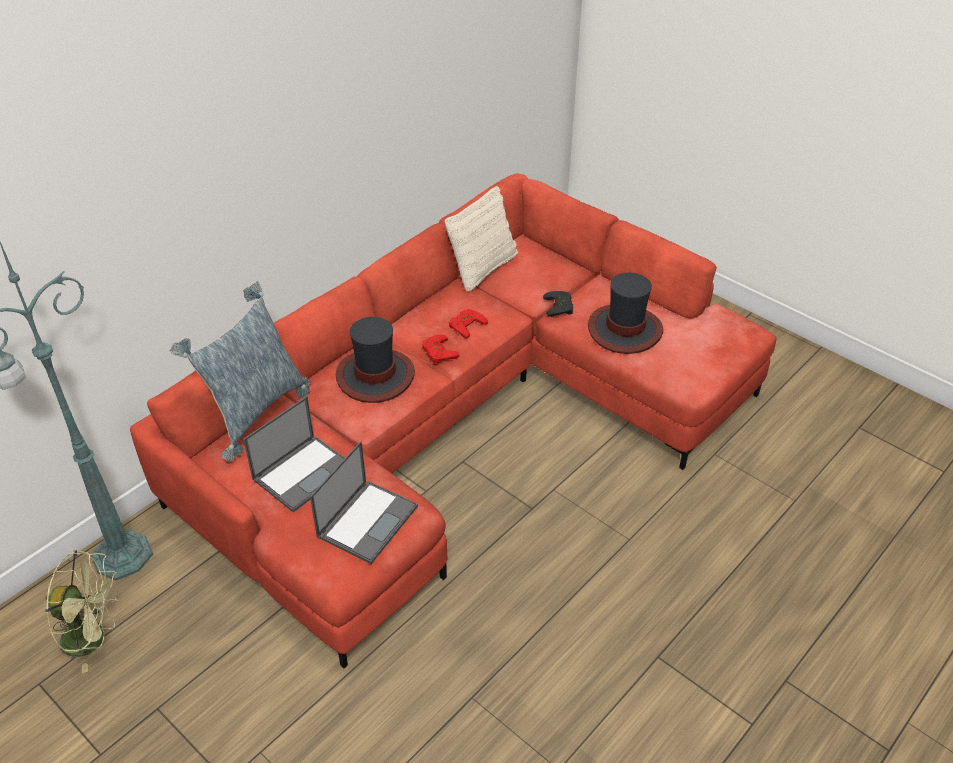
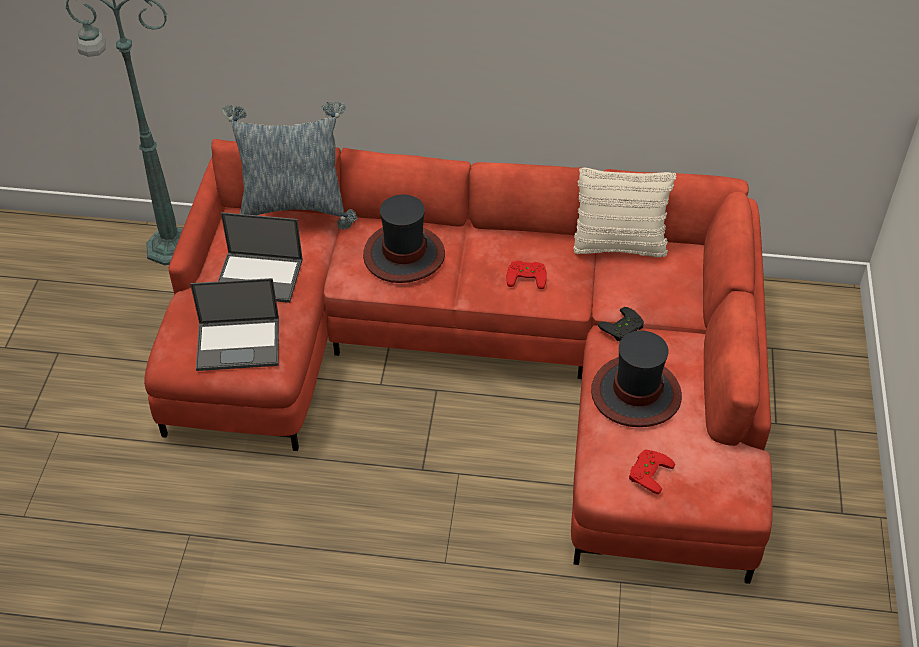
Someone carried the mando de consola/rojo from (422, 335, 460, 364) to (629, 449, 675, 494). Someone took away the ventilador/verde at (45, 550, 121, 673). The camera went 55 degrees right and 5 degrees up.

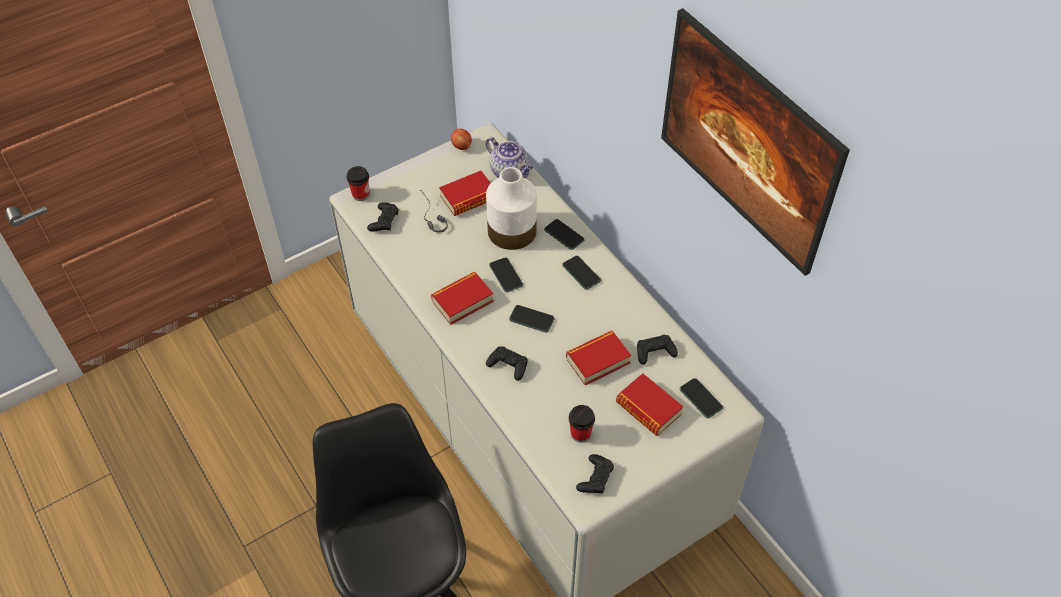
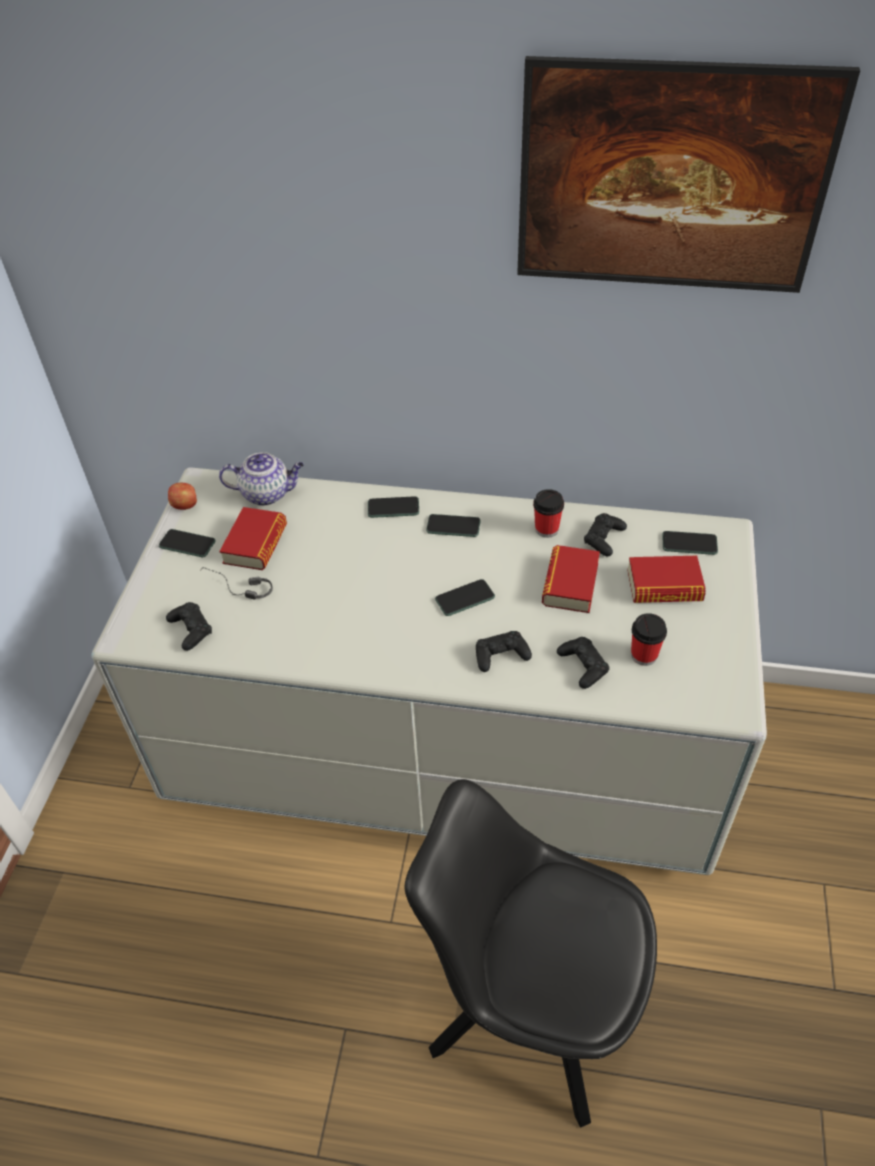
Someone carried the móvil from (489, 257, 523, 292) to (159, 529, 216, 557). Someone carried the taza from (347, 166, 370, 201) to (533, 489, 564, 538). Someone carried the mando de consola/negro from (576, 454, 614, 494) to (557, 637, 610, 689). Someone took away the libro at (431, 272, 494, 325). Someone took away the florero/blanco at (486, 167, 537, 250). The camera went 45 degrees left and 5 degrees down.

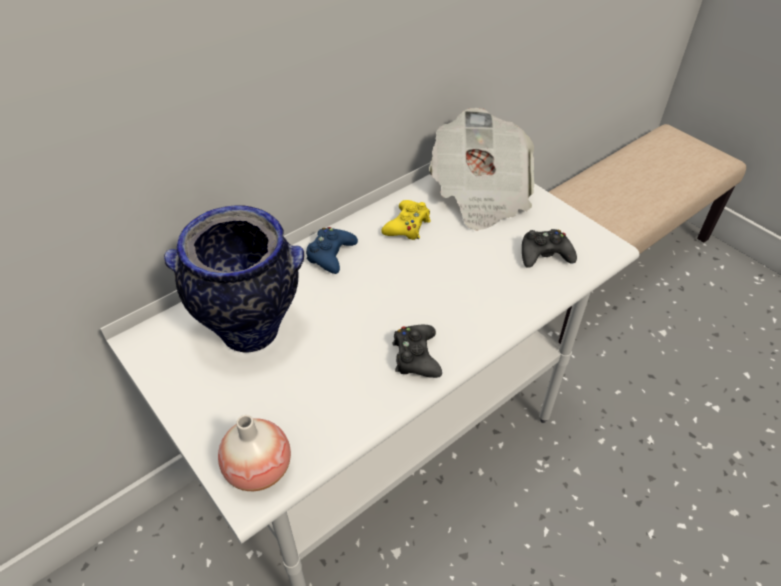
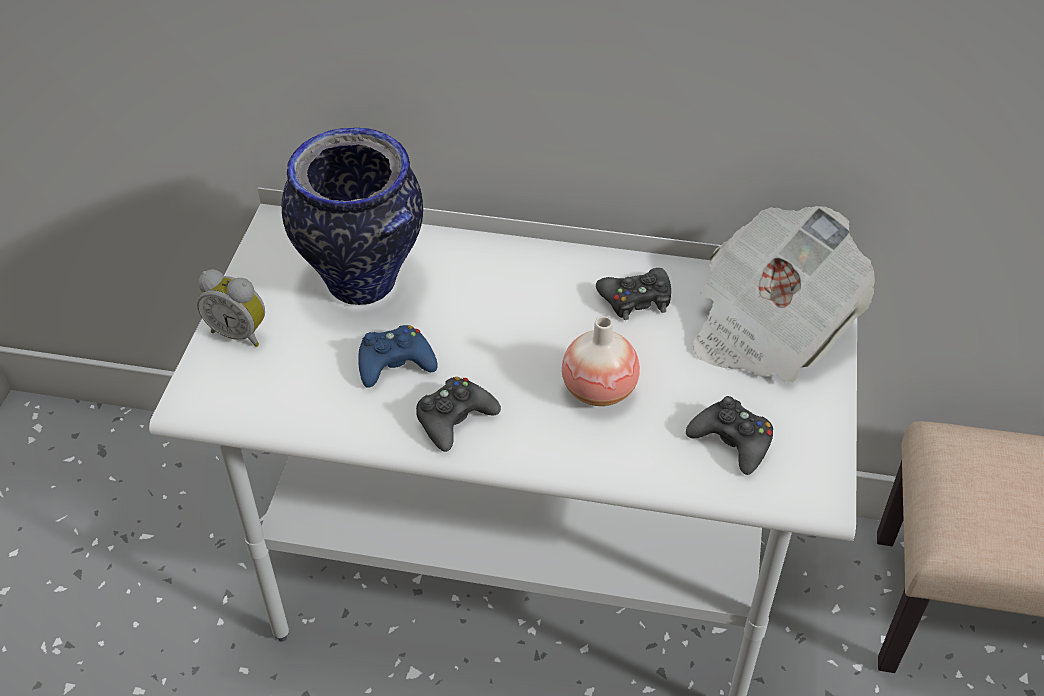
Someone put down the despertador at (197, 269, 265, 347). Someone carried the mando de consola/azul from (306, 227, 358, 274) to (358, 325, 438, 388). Someone carried the florero from (218, 415, 291, 491) to (562, 316, 640, 406). Someone repainted the mando de consola/amarillo at (381, 200, 431, 240), which became the mando de consola/negro at (596, 268, 671, 320). The camera went 50 degrees right and 0 degrees up.

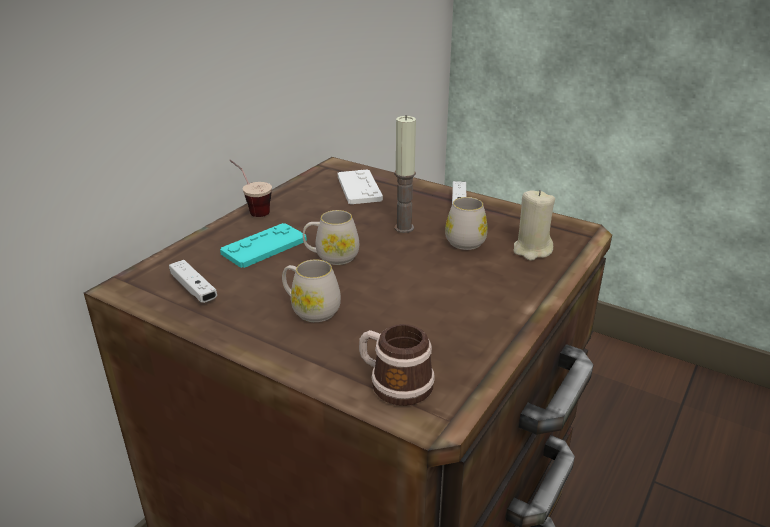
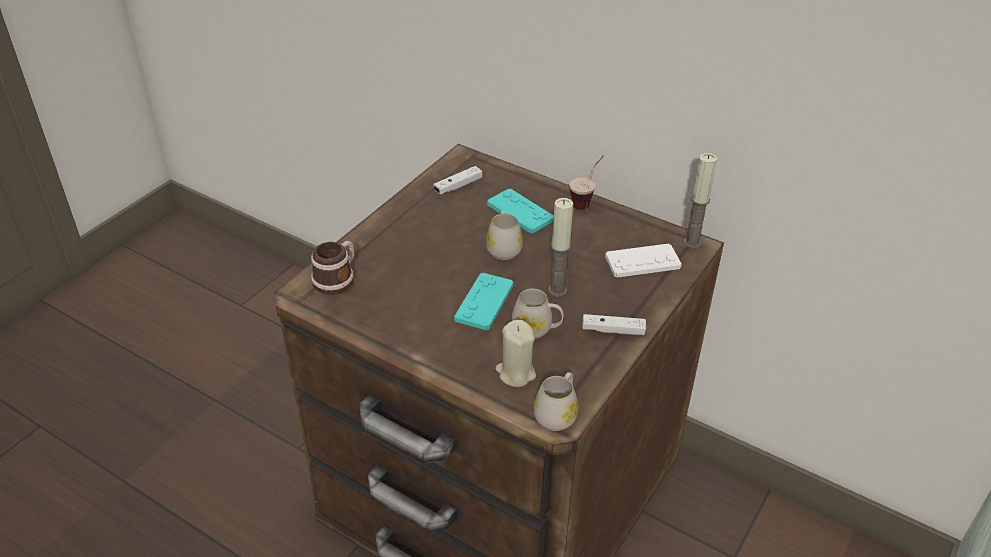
Someone put down the mando de consola/turquesa at (454, 273, 514, 330). Someone carried the taza grande/blanco from (282, 259, 341, 322) to (533, 372, 578, 431). Someone put down the vela at (684, 153, 717, 248). The camera went 90 degrees right and 10 degrees up.

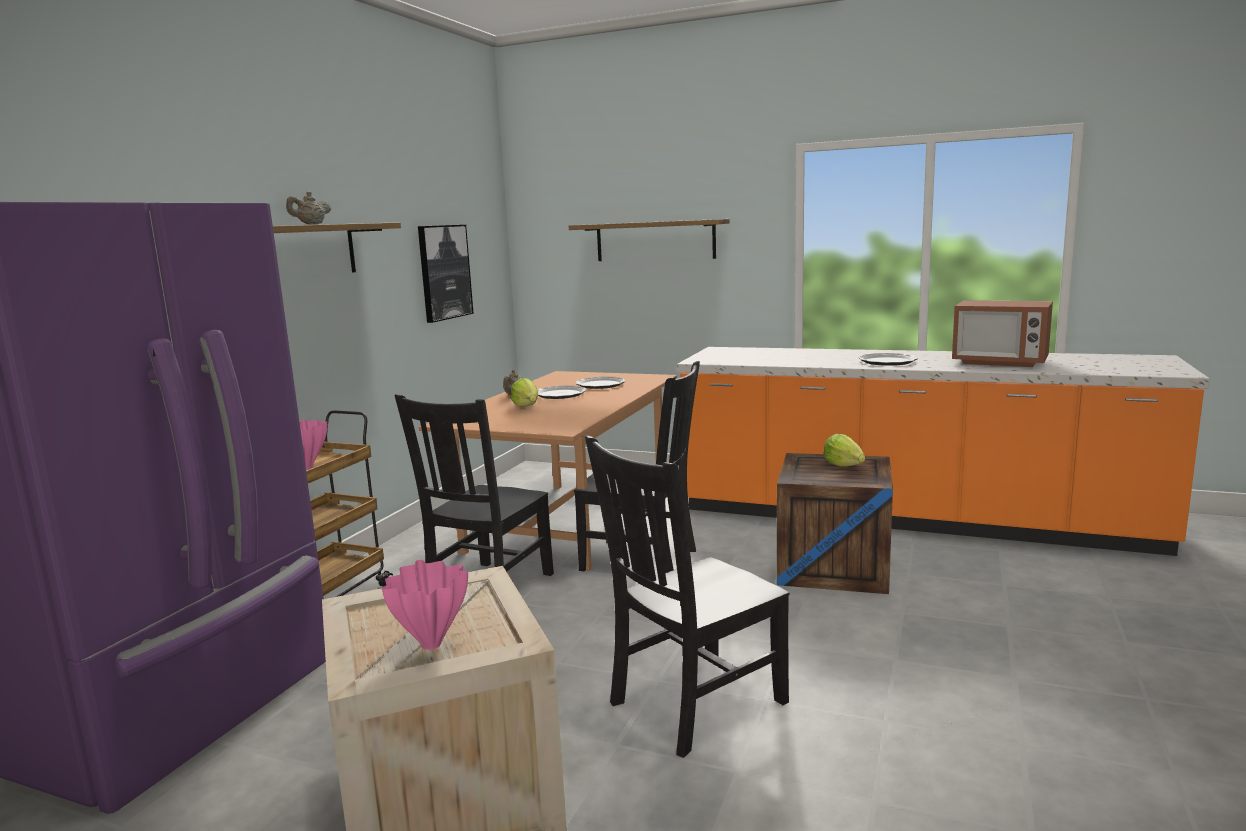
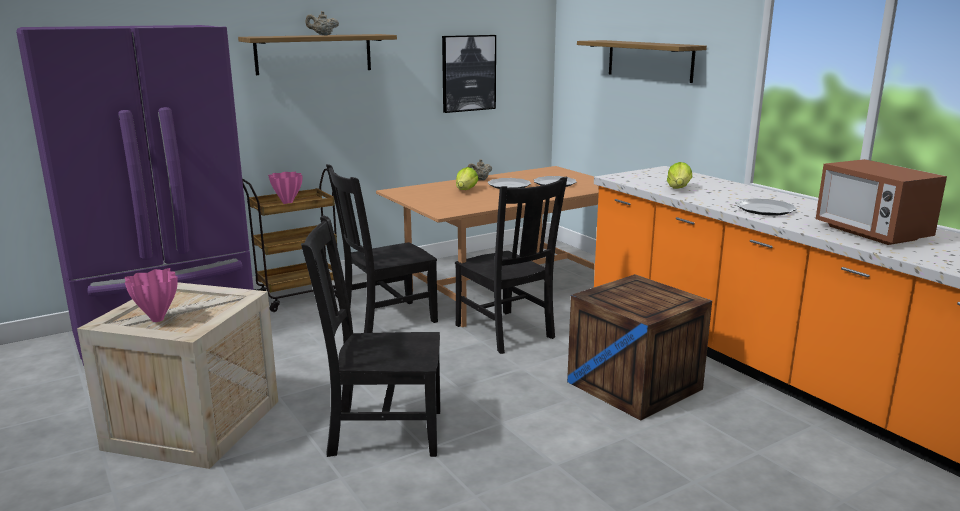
Someone carried the lechuga from (823, 434, 865, 467) to (667, 162, 692, 188). The camera went 35 degrees right and 5 degrees up.

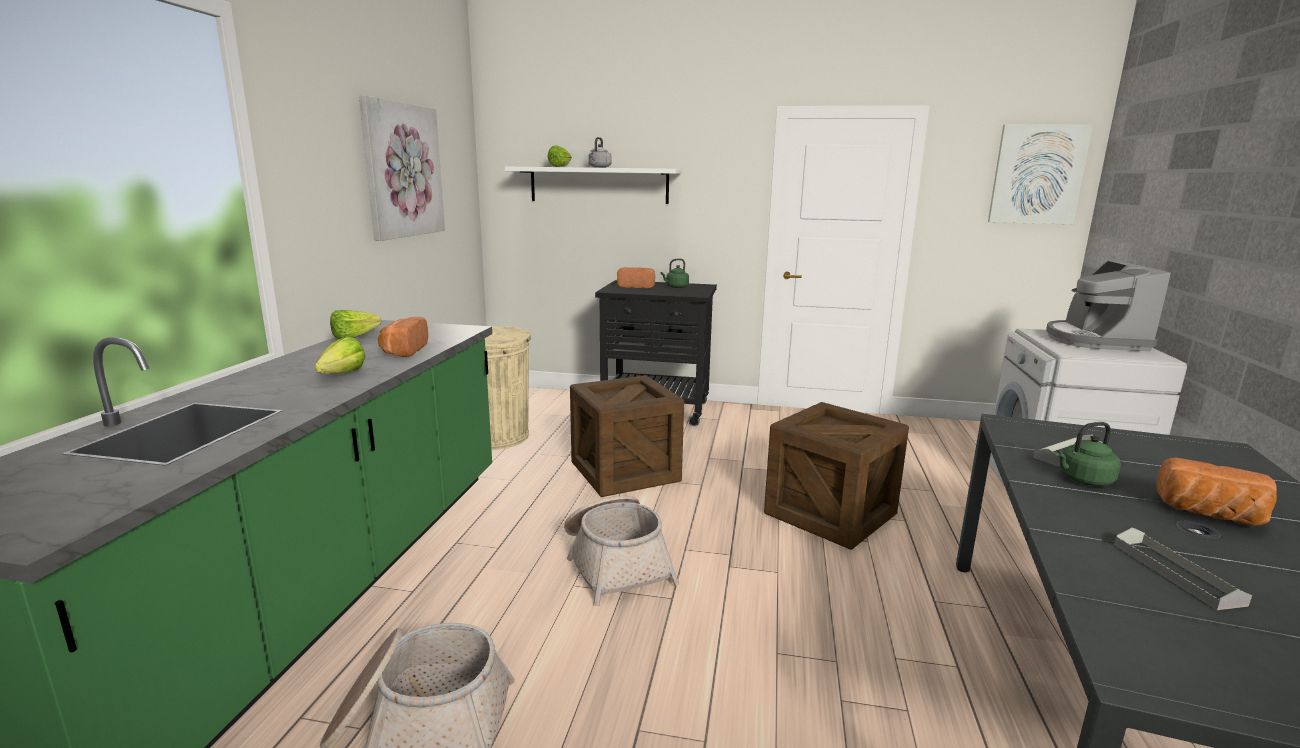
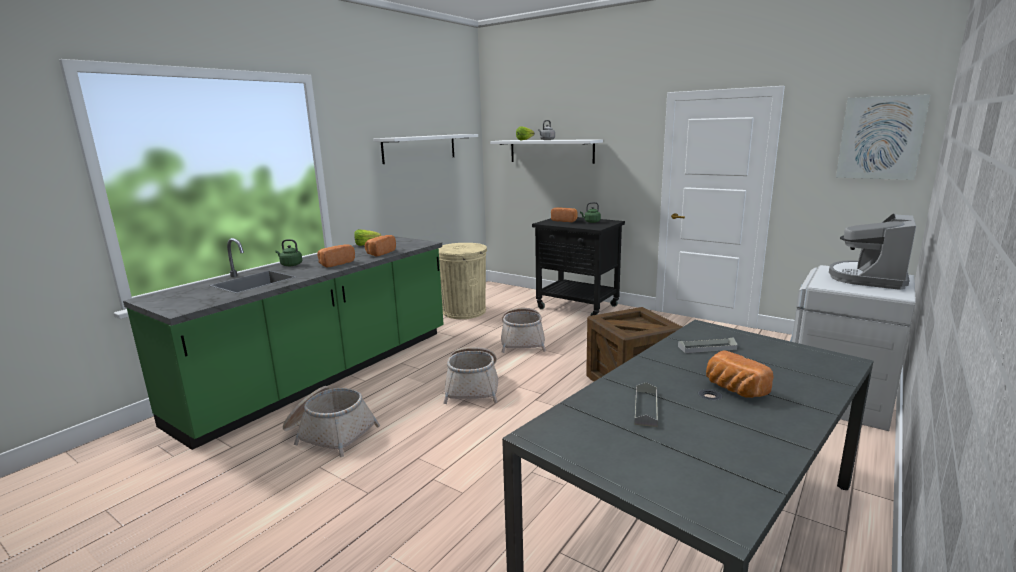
Someone carried the hervidor/verde from (1055, 422, 1121, 486) to (275, 239, 302, 266). Someone swapped the lechuga at (315, 336, 365, 374) for the pan at (317, 244, 355, 268). Someone swapped the cuadro at (359, 95, 445, 241) for the estante/blanco at (373, 134, 478, 164). Someone swapped the caja de embalaje at (570, 375, 684, 497) for the cesta at (501, 308, 546, 353). The camera went 25 degrees right and 0 degrees up.

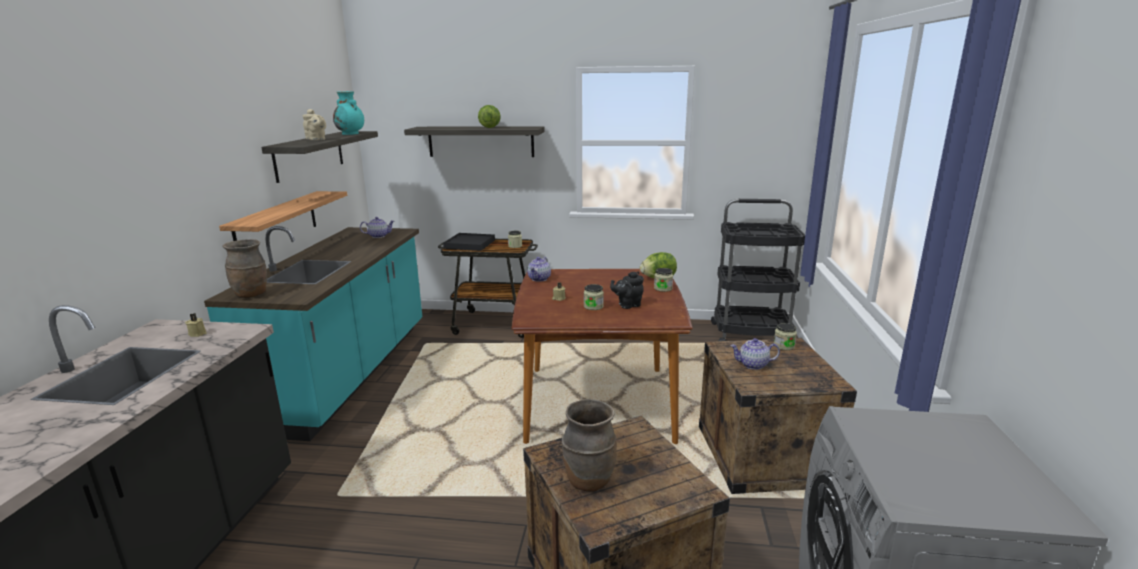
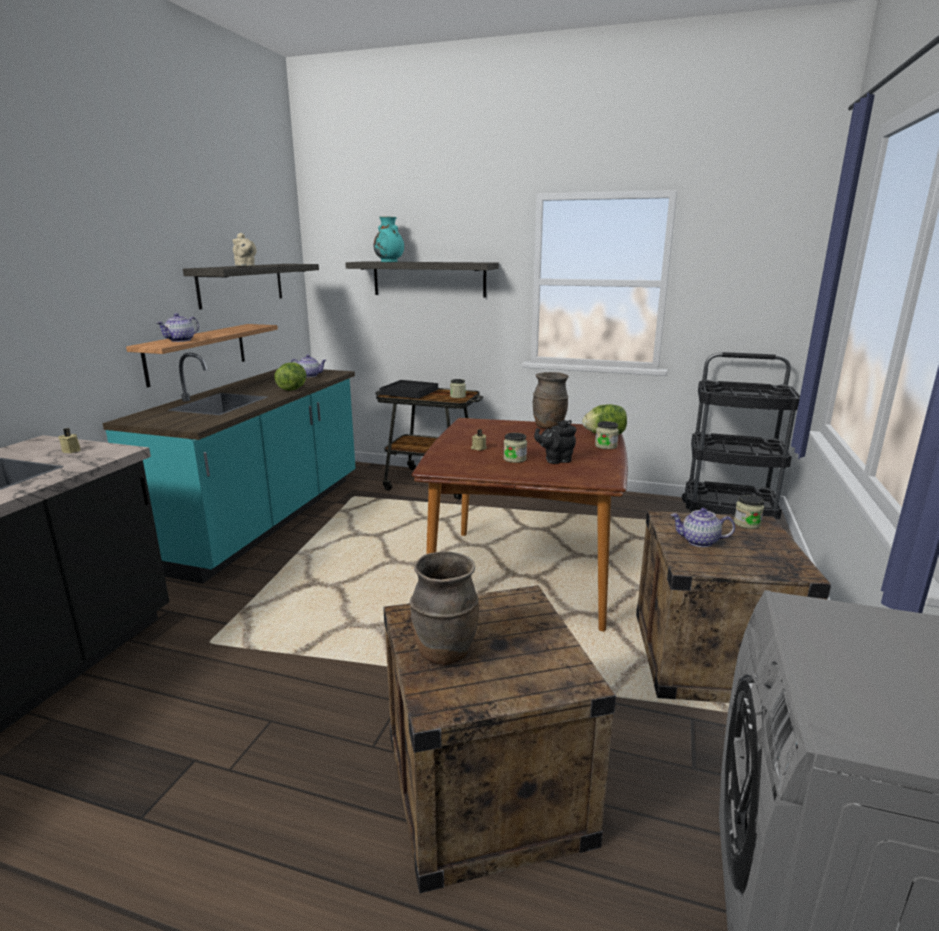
Someone carried the tetera from (527, 257, 551, 282) to (157, 313, 199, 342). Someone carried the lechuga from (478, 105, 501, 128) to (274, 362, 306, 391). Someone carried the florero/turquesa from (333, 91, 364, 135) to (373, 216, 404, 262). Someone carried the florero/marrón from (223, 239, 267, 298) to (533, 372, 569, 429). The camera went 10 degrees right and 0 degrees up.

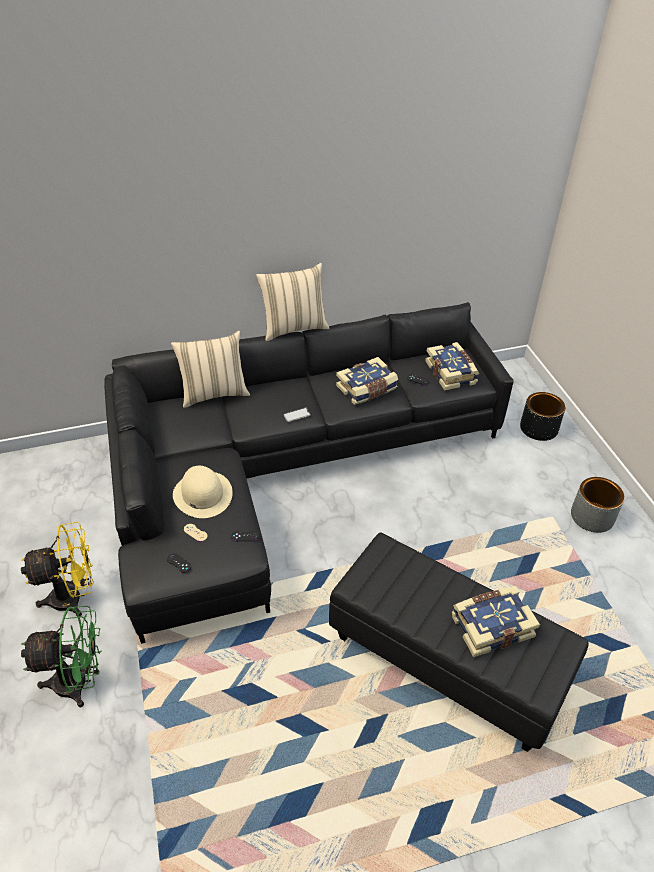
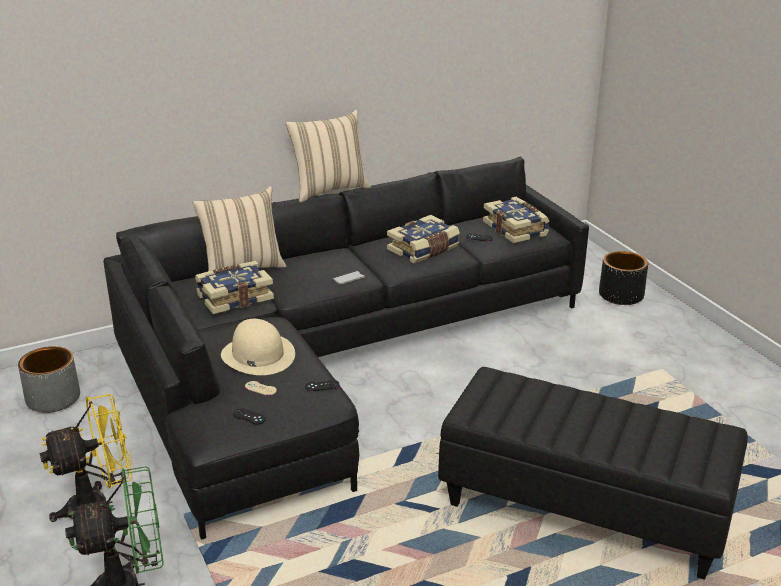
Someone carried the maceta/gris from (571, 477, 625, 533) to (18, 346, 80, 413). Someone carried the libro from (452, 586, 540, 657) to (195, 261, 274, 314). The camera went 10 degrees left and 15 degrees down.

